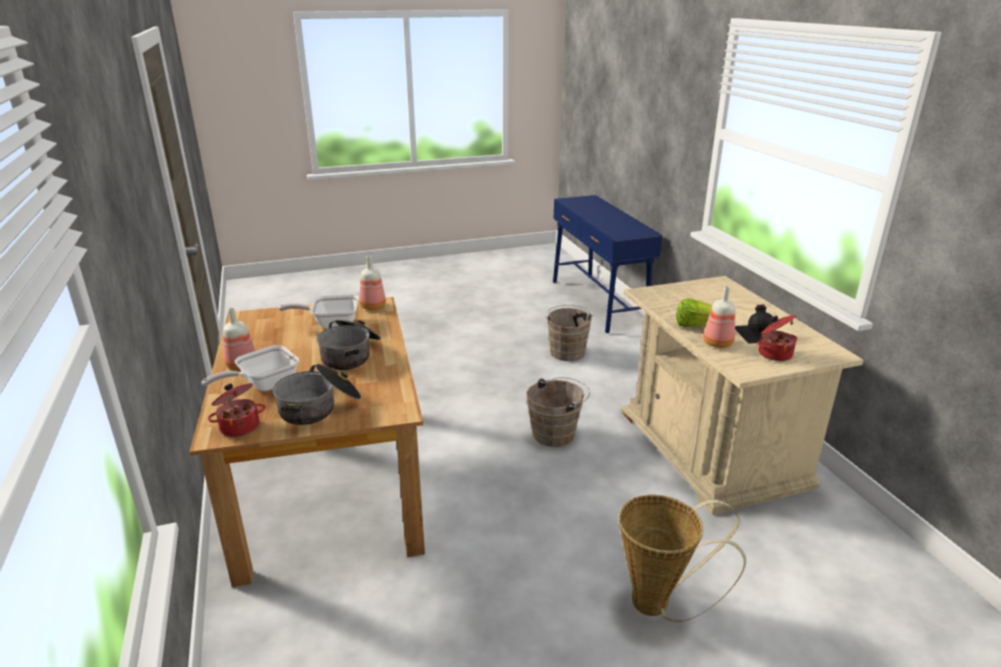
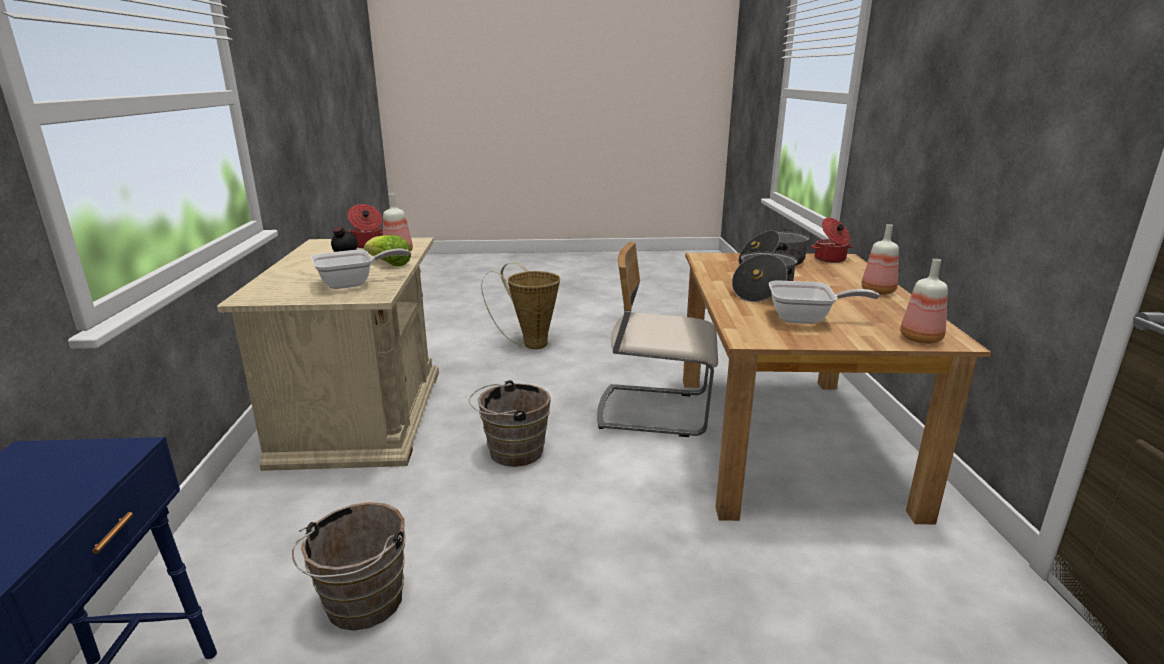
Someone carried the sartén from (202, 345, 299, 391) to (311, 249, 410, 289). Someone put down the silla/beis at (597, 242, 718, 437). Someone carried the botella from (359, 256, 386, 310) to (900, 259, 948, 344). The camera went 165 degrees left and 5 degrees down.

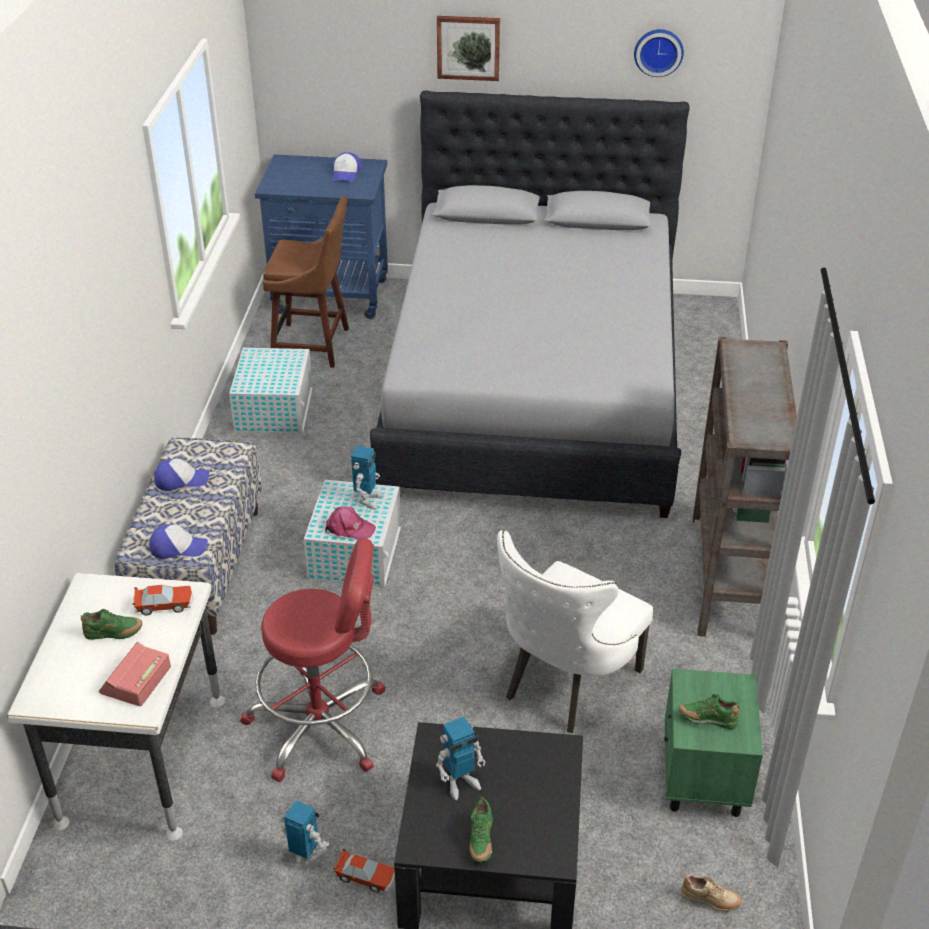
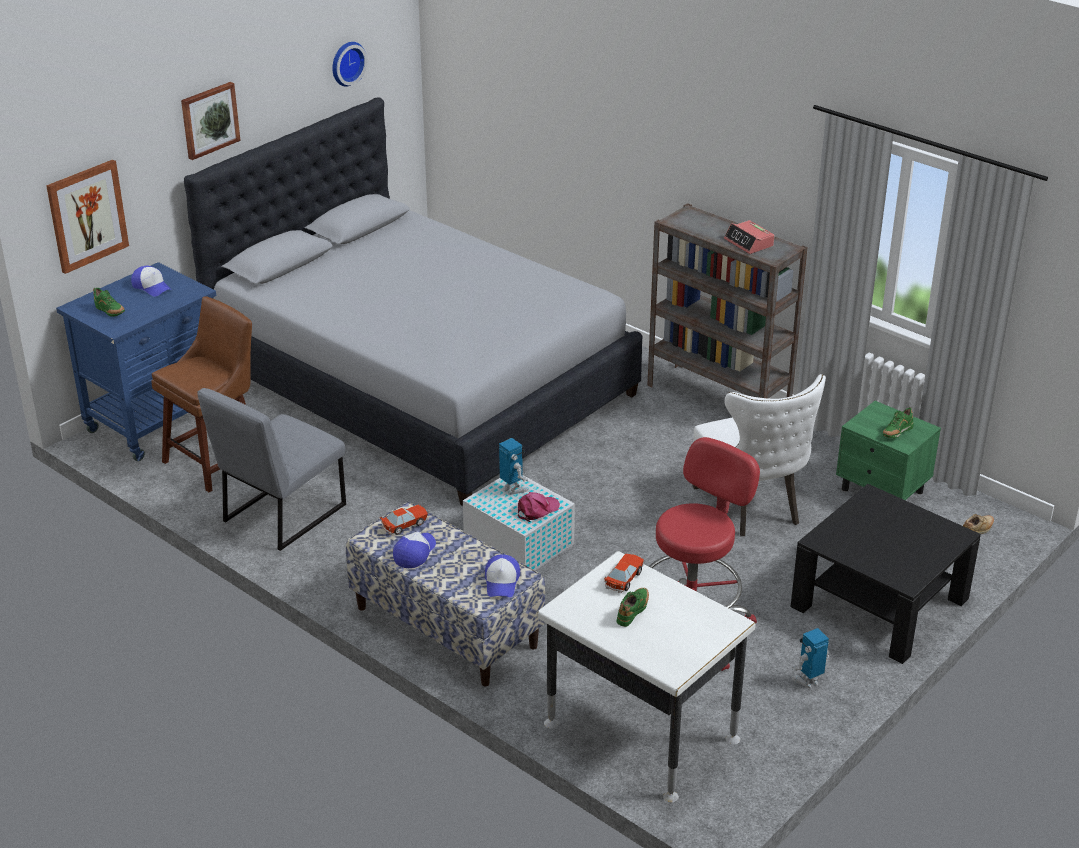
Someone put up the cuadro at (46, 159, 129, 274). Someone carried the zapato/verde from (470, 797, 493, 862) to (93, 288, 125, 317). Someone swapped the caja de almacenaje/blanco at (229, 348, 313, 434) for the silla/gris at (197, 388, 346, 551). Someone carried the coche de juguete from (333, 849, 395, 893) to (380, 505, 428, 535). Someone rotated the gorra at (149, 524, 208, 559) by 150 degrees clockwise. Someone carried the despertador from (99, 641, 171, 706) to (724, 220, 774, 254). Someone took away the robot de juguete at (436, 716, 486, 800). The camera went 55 degrees left and 5 degrees down.

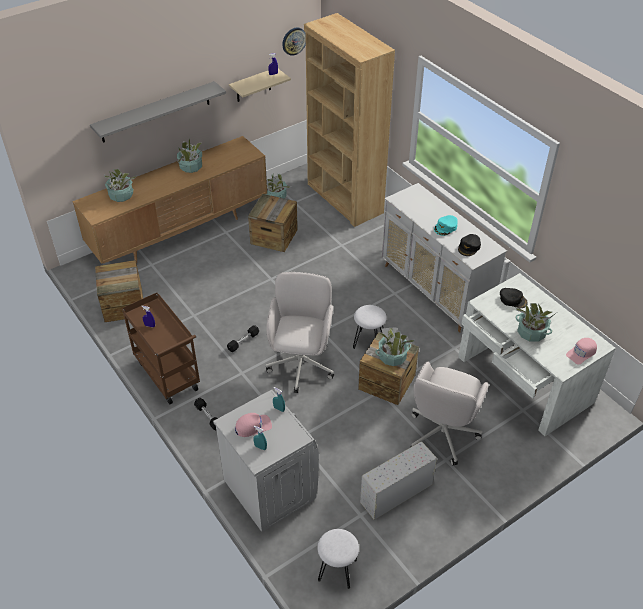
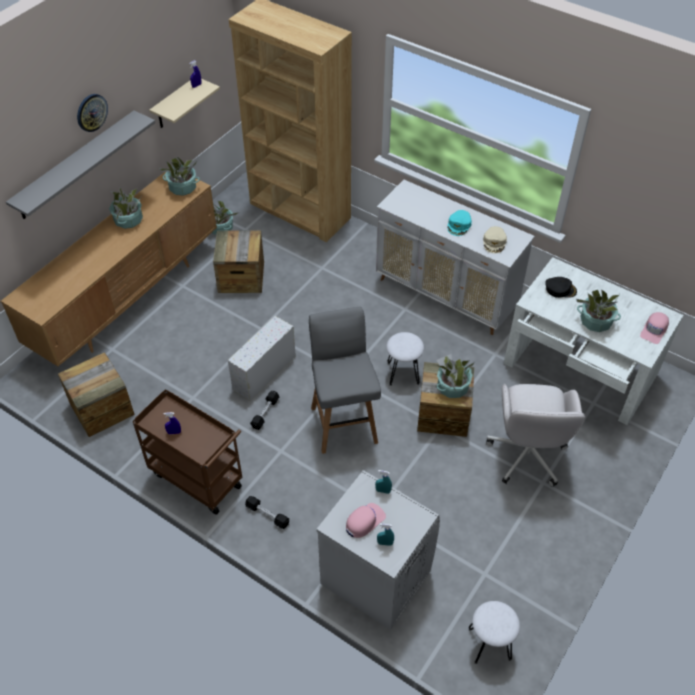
Someone carried the reloj de pared from (282, 27, 306, 56) to (77, 94, 108, 132). Someone carried the planta en maceta from (103, 169, 137, 202) to (159, 156, 200, 196). Someone carried the caja de almacenaje/blanco from (360, 441, 437, 520) to (228, 316, 296, 401). Someone swapped the silla de oficina/blanco at (266, 272, 334, 393) for the taburete/gris at (309, 307, 381, 454). Someone repainted the gorra/negro at (458, 234, 481, 256), which became the gorra/beis at (483, 226, 507, 253). The camera went 20 degrees left and 5 degrees up.

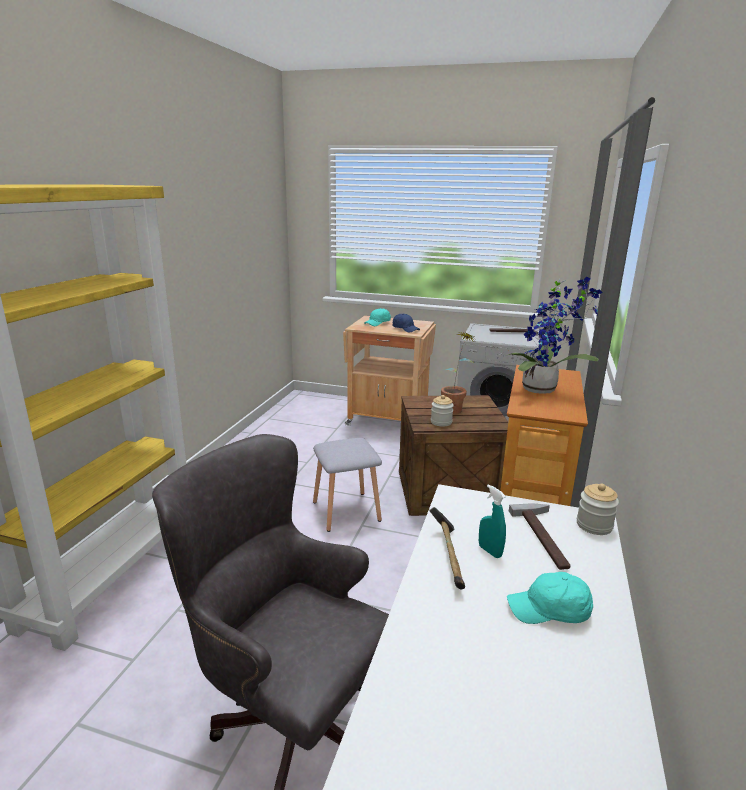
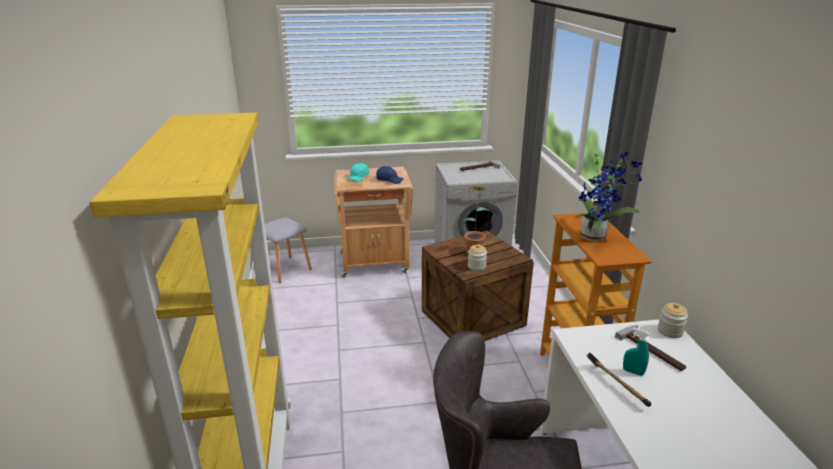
Someone carried the taburete/gris from (313, 438, 382, 532) to (265, 217, 312, 283). Someone took away the gorra/turquesa at (507, 572, 593, 624). The camera went 25 degrees left and 5 degrees up.

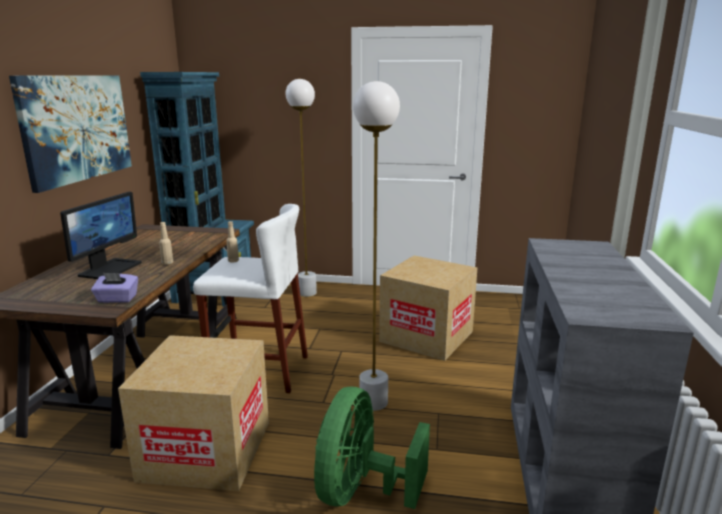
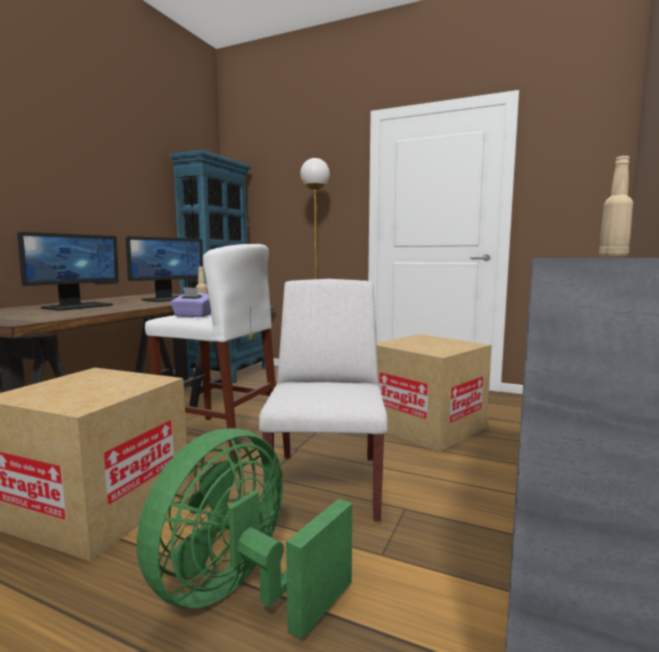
Someone put down the monitor at (126, 236, 203, 302). Someone carried the caja de pañuelos/morado from (91, 273, 138, 303) to (170, 287, 211, 317). Someone swapped the lámpara de pie/blanco at (353, 81, 400, 411) for the silla/blanco at (259, 279, 388, 522). Someone carried the botella/beis from (159, 222, 173, 265) to (599, 156, 633, 257). Someone took away the cuadro at (9, 75, 132, 193). The camera went 15 degrees right and 10 degrees down.

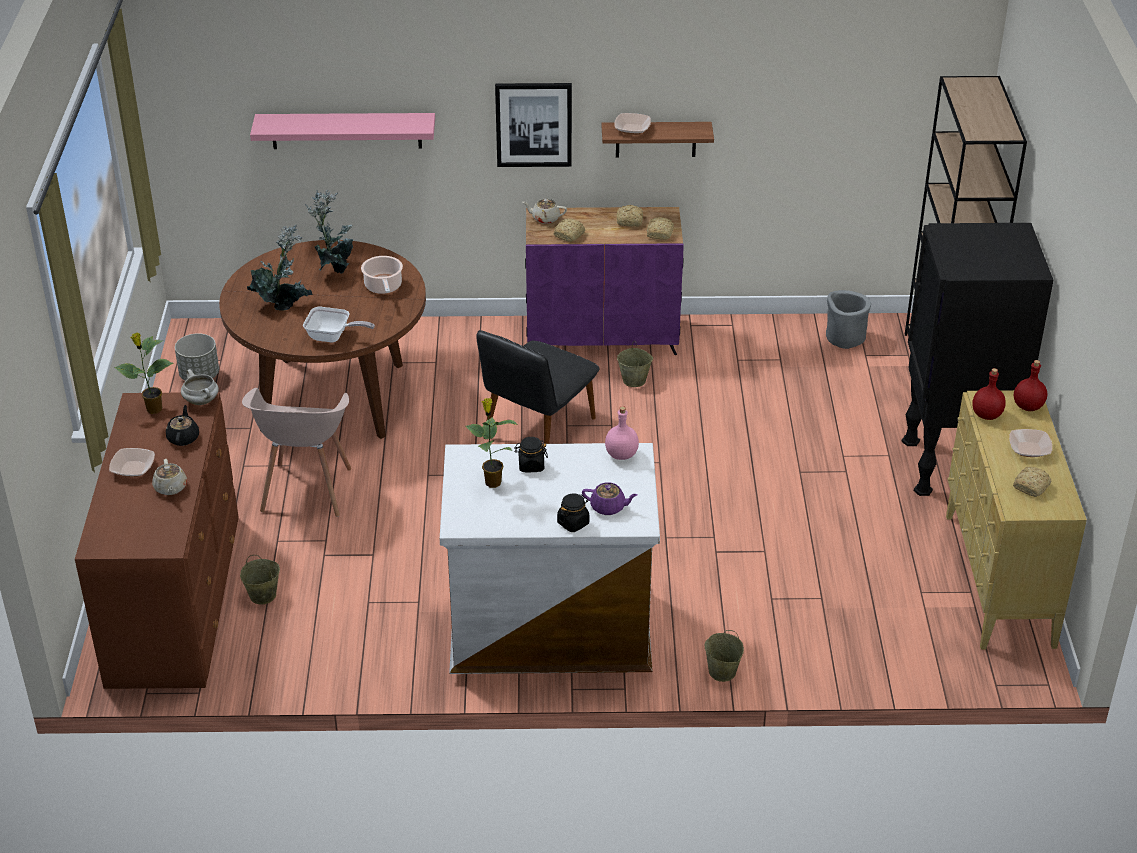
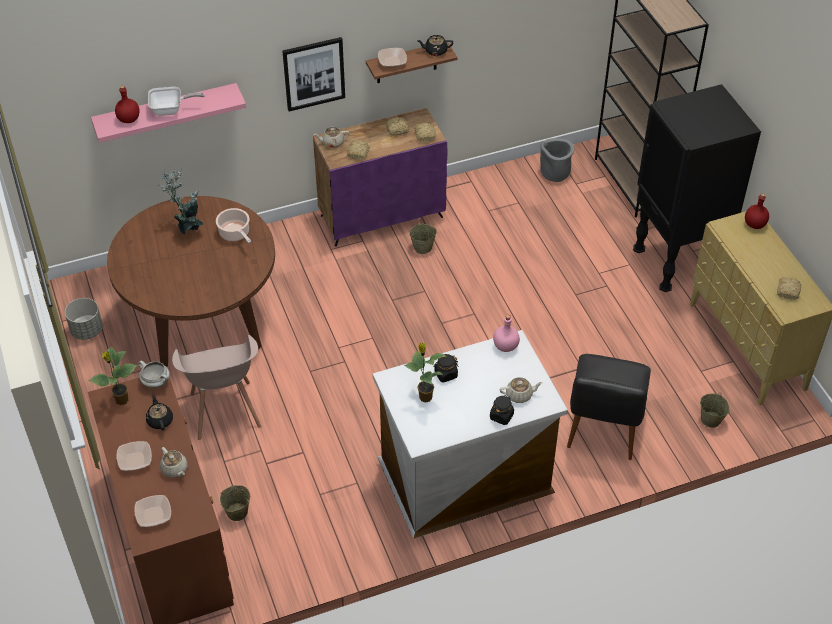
Someone carried the botella/rojo from (972, 368, 1006, 420) to (115, 85, 140, 123). Someone carried the cuenco from (1009, 429, 1052, 457) to (135, 495, 171, 527). Someone carried the sartén from (303, 307, 375, 342) to (148, 87, 205, 116). Someone put down the tetera/negro at (417, 35, 453, 56). Someone repainted the tetera/morado at (582, 482, 638, 515), which became the tetera/beis at (500, 377, 543, 403). Someone carried the silla/negro from (476, 330, 600, 444) to (567, 354, 651, 460). Someone carried the cubo/beis from (705, 630, 744, 682) to (700, 392, 730, 428). Someone took away the planta en maceta at (247, 224, 313, 311). The camera went 20 degrees left and 10 degrees up.

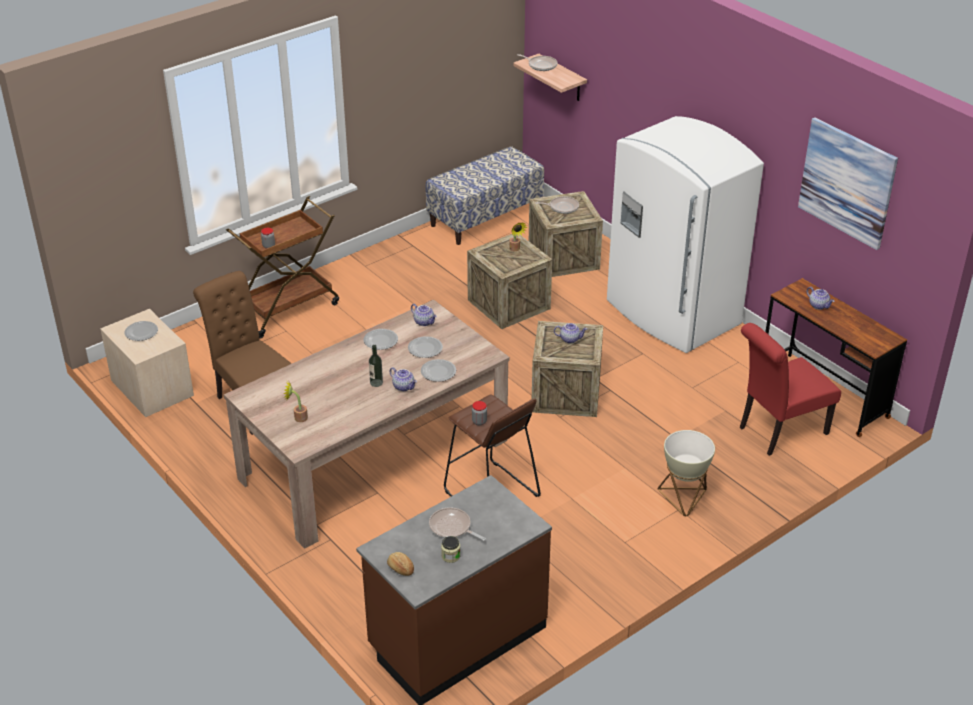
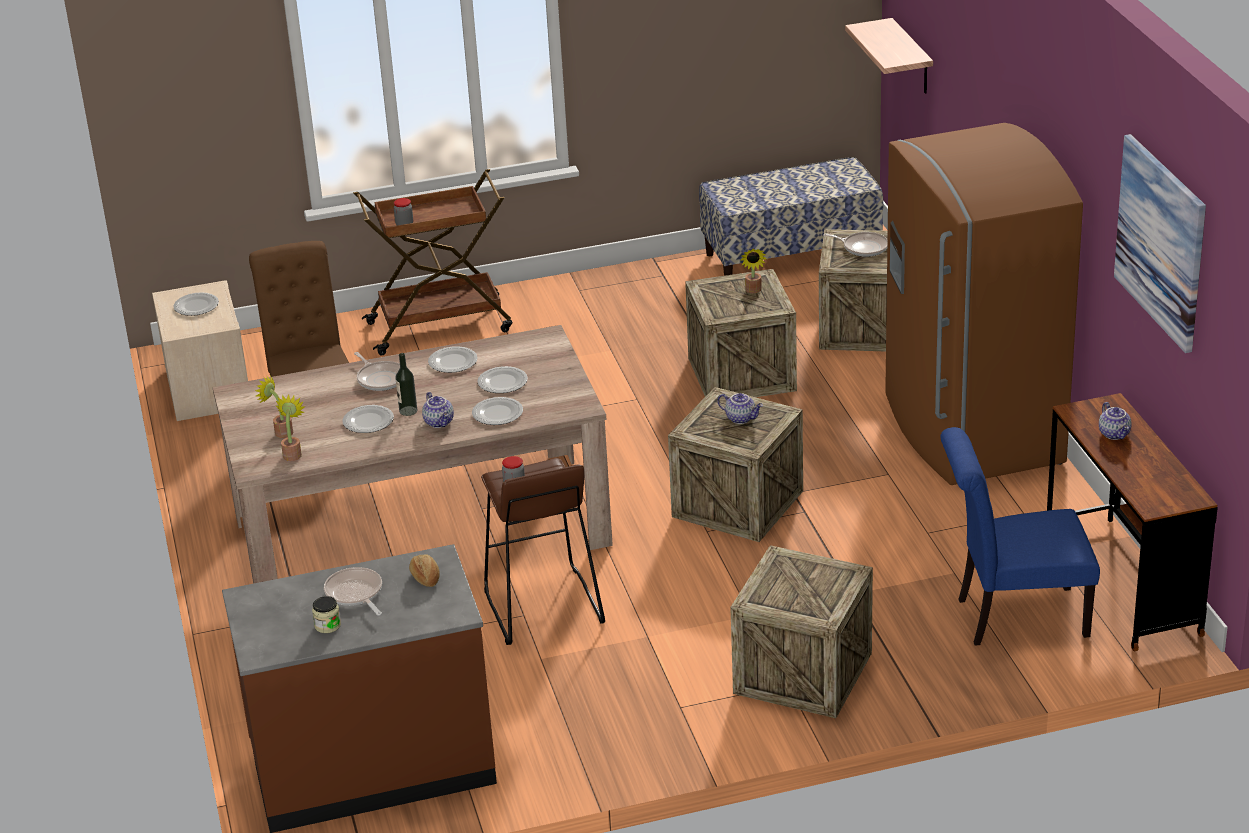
Someone put down the planta en maceta at (275, 394, 306, 461). Someone put down the plato at (342, 405, 394, 433). Someone carried the sartén from (518, 54, 557, 71) to (354, 352, 400, 391). Someone carried the pan from (387, 552, 414, 576) to (409, 554, 440, 587). Someone swapped the maceta at (658, 430, 715, 516) for the caja de embalaje at (730, 545, 873, 718). Someone repainted the nevera/blanco at (607, 116, 764, 353), which became the nevera/marrón at (885, 123, 1083, 485). Someone repainted the silla/rojo at (740, 323, 841, 456), which became the silla/azul at (940, 427, 1100, 646). Someone took away the tetera at (411, 304, 437, 326). The camera went 25 degrees right and 5 degrees down.

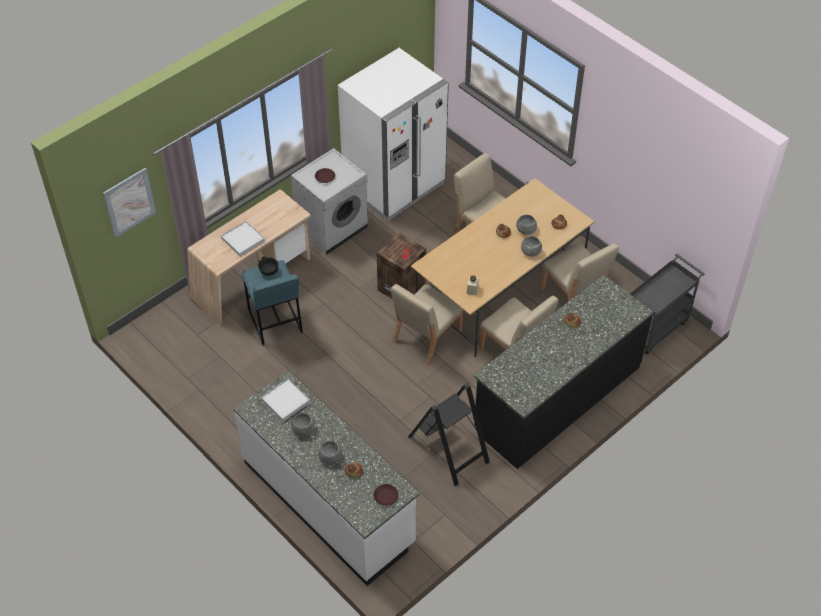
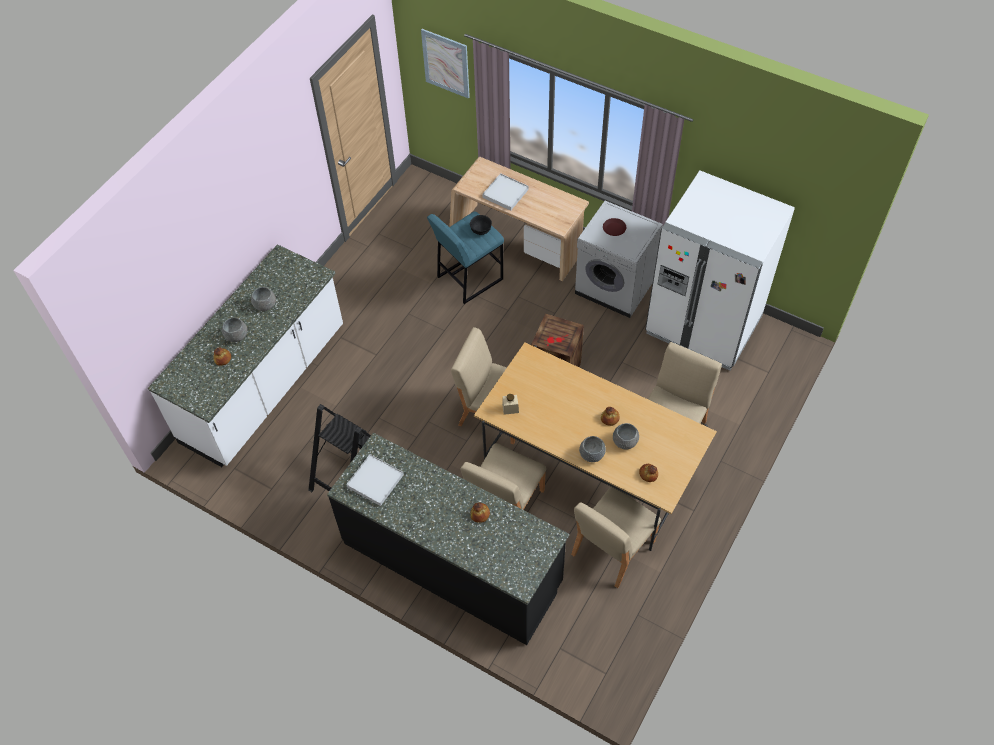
Someone carried the bandeja/blanco from (261, 378, 310, 422) to (346, 454, 404, 506). Someone took away the plato/marrón at (374, 484, 399, 506). Someone took away the carrito/gris at (630, 253, 705, 354). The camera went 75 degrees right and 5 degrees up.

